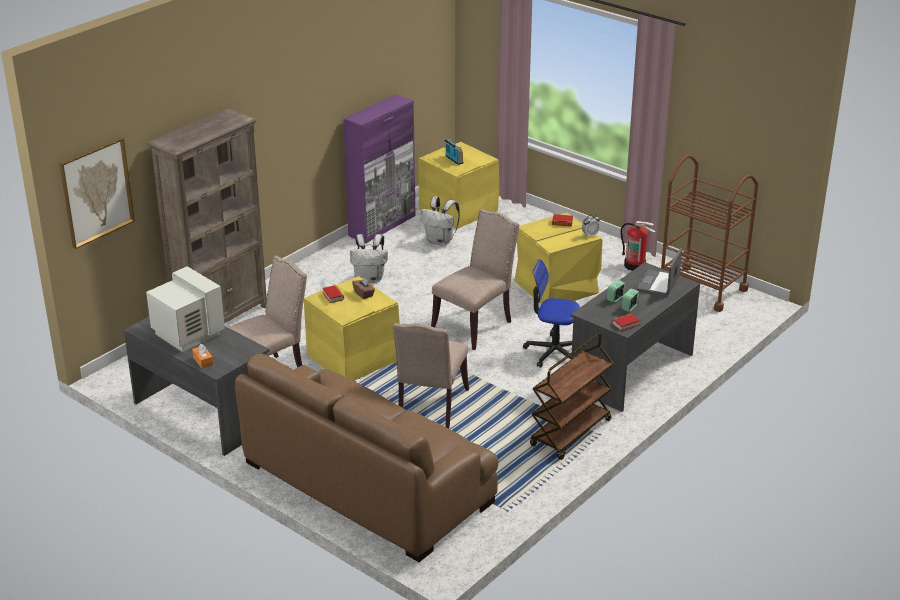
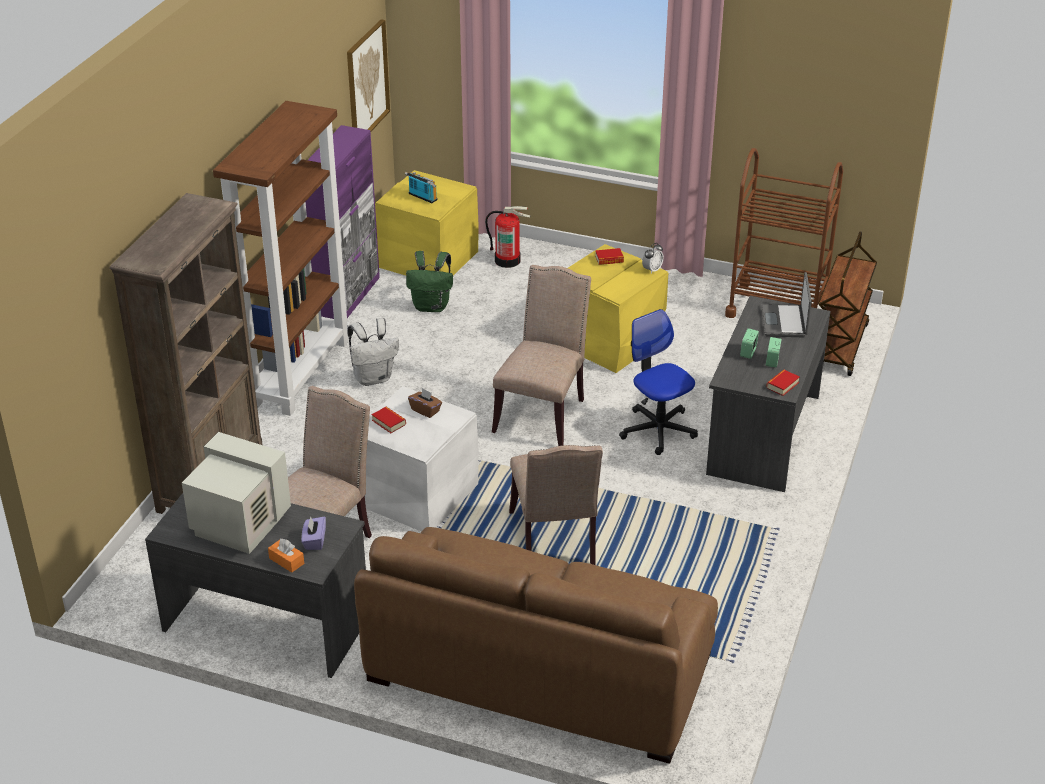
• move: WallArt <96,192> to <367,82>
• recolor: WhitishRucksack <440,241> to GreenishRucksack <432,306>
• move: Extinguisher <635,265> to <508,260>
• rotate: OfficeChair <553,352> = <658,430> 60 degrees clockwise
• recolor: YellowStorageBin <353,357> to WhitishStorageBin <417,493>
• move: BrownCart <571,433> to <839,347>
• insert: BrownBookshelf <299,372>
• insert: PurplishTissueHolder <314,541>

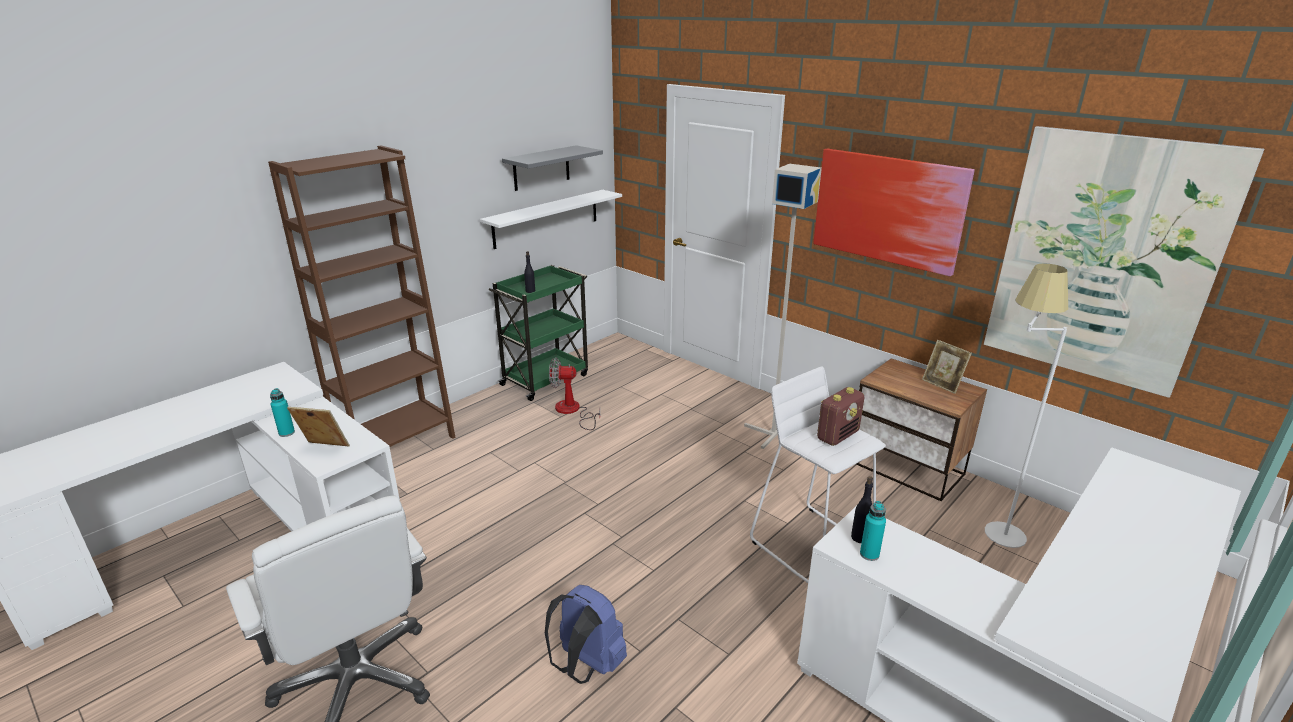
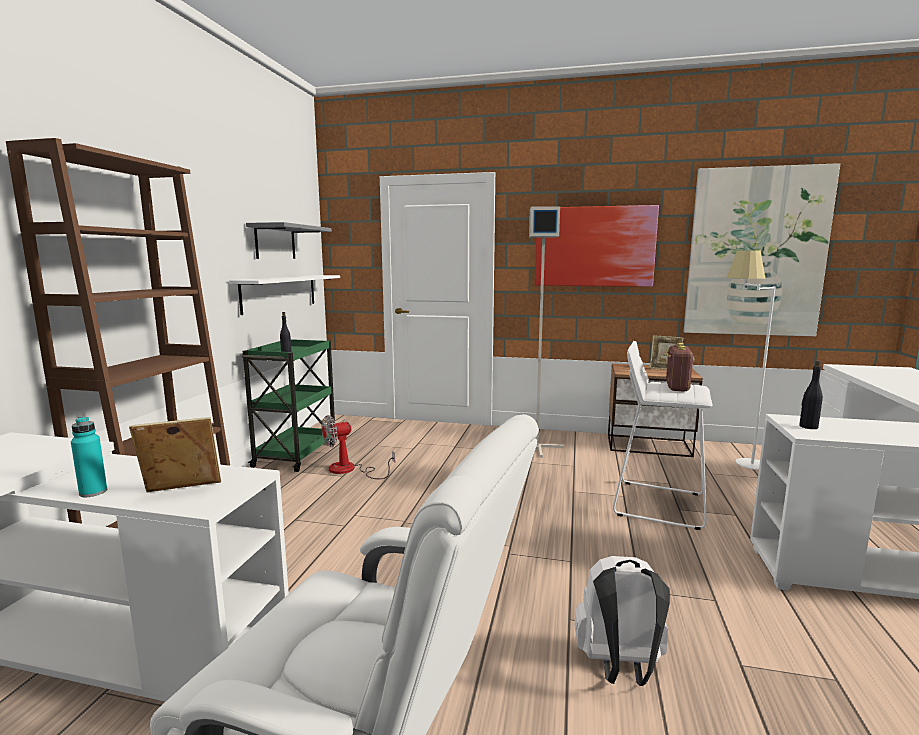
• delete: TurquoiseColouredBottle <869,554>
• recolor: BlueRucksack <586,665> to WhitishRucksack <619,667>

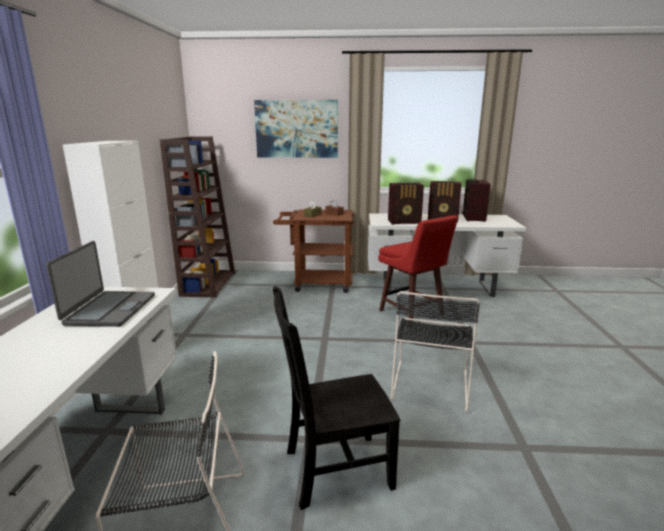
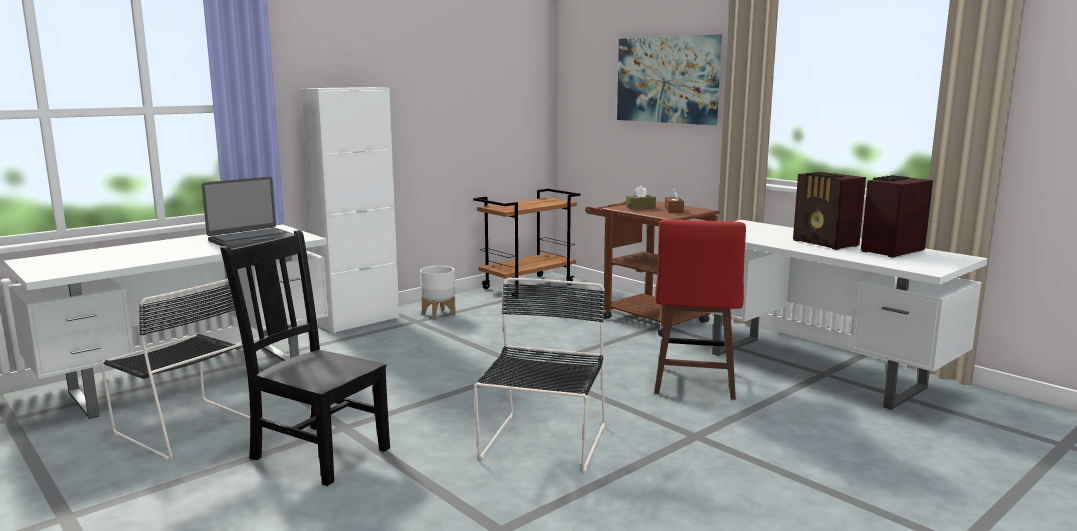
• replace: BrownBookshelf <208,283> to BrownCart <528,286>
• delete: Radio <405,222>
• rotate: BlackChair <430,383> = <543,444> 135 degrees clockwise
• insert: WhitishPlanter <439,314>

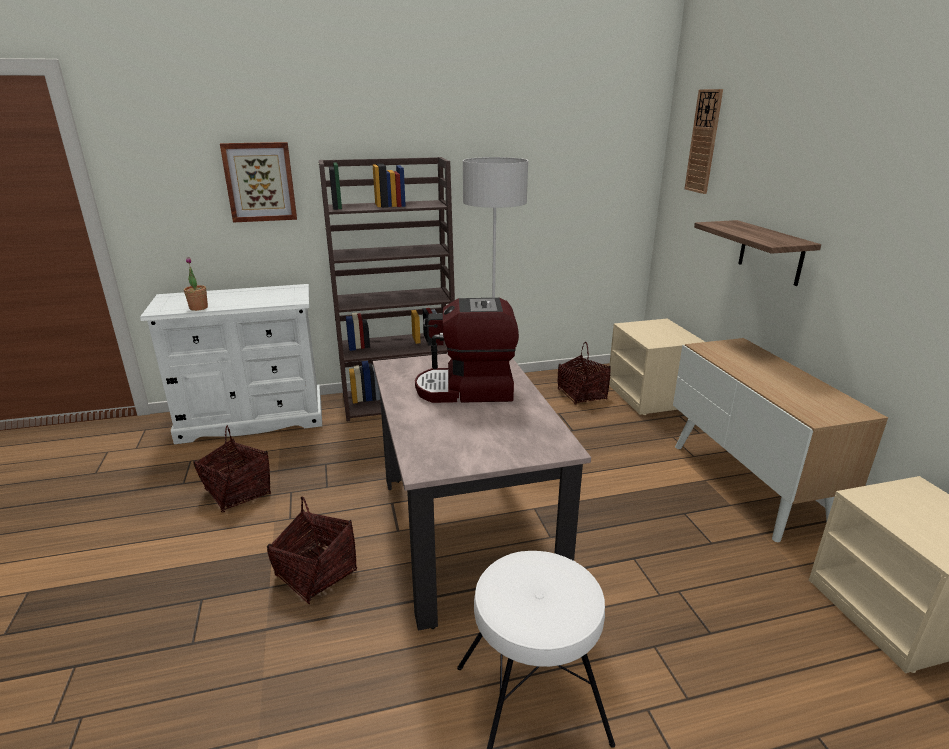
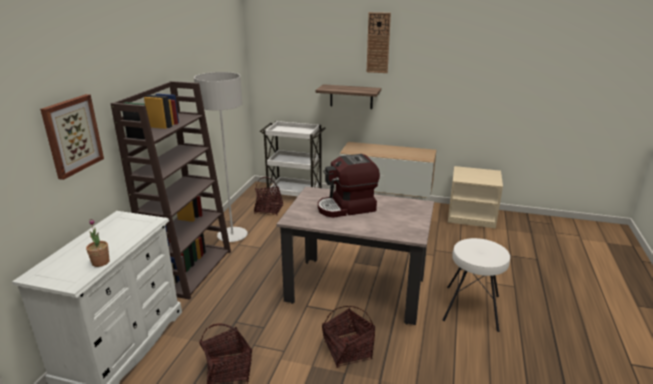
• move: HangingClock <704,142> to <378,43>
• rotate: CoffeeMachine <467,390> = <347,208> 45 degrees clockwise
• replace: BeigeColouredBedsideTable <650,396> to WhitishCart <295,194>

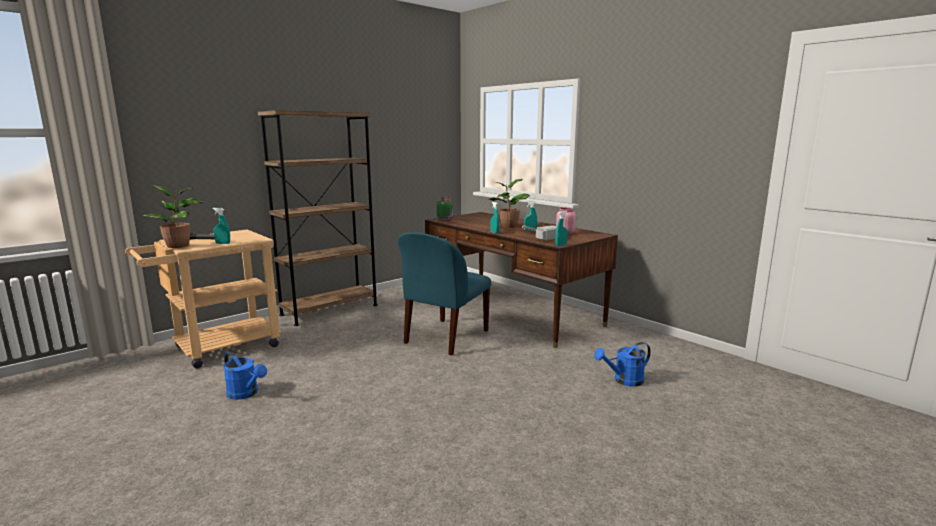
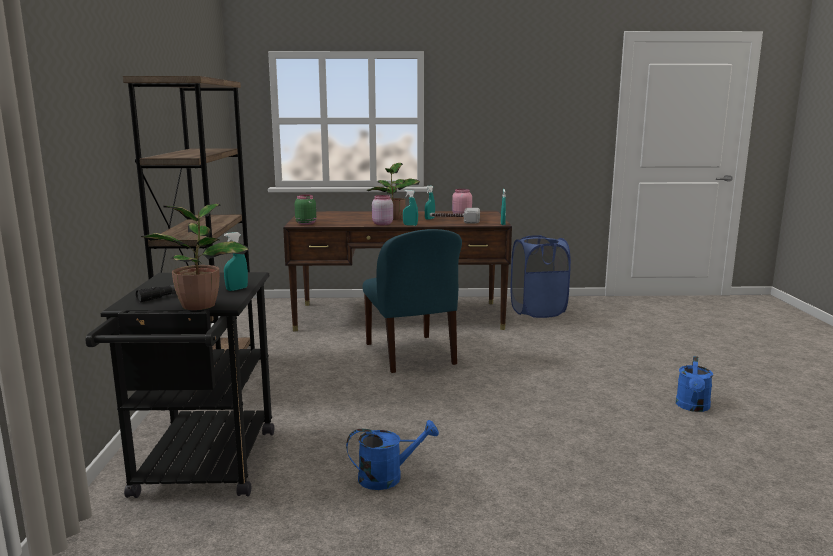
• recolor: BeigeColouredCart <218,349> to BlackCart <203,470>
• move: BlueSprinklingCan <624,381> to <693,407>
• insert: PinkishStorageJar <382,224>
• insert: BlueLaundryBasket <538,311>

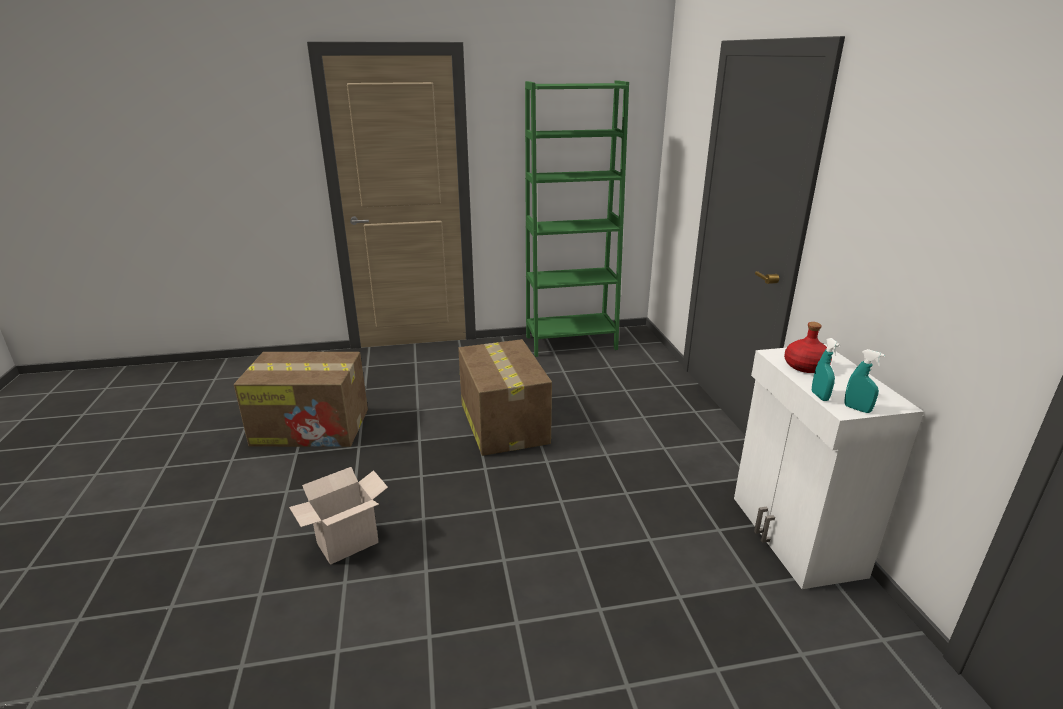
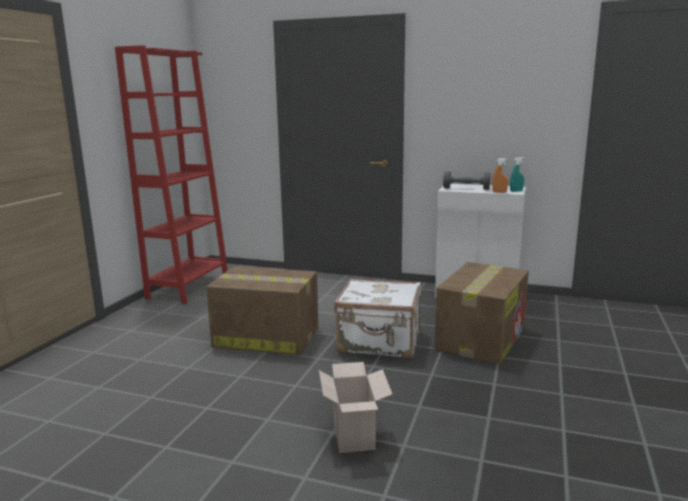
• recolor: GreenishBookshelf <571,343> to RedColouredBookshelf <188,288>
• replace: RedColouredBottle <805,366> to GreyishFreeWeight <466,189>
• recolor: TurquoiseColouredSprayBottle <819,396> to OrangeySprayBottle <499,192>
• move: PackingBox <312,427> to <481,338>
• insert: WhitishSuitcase <380,343>

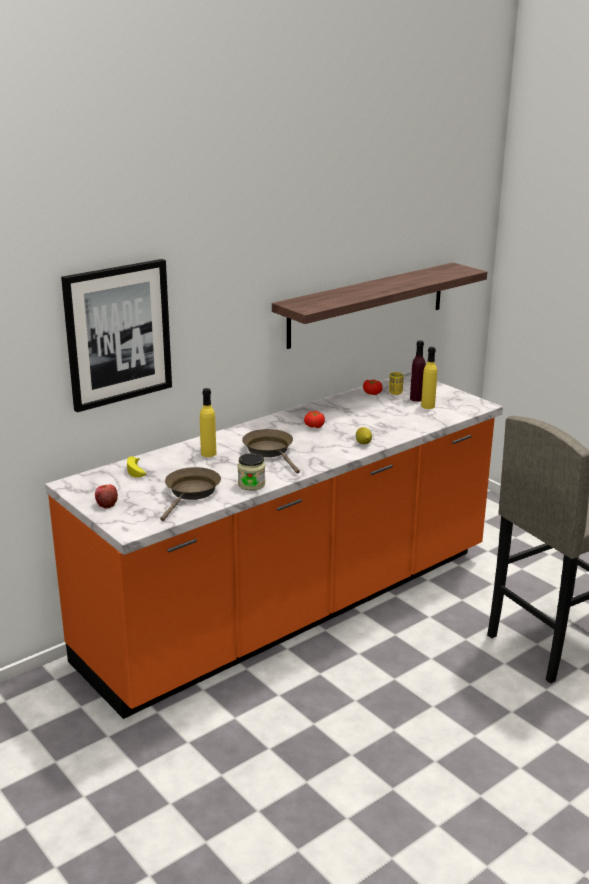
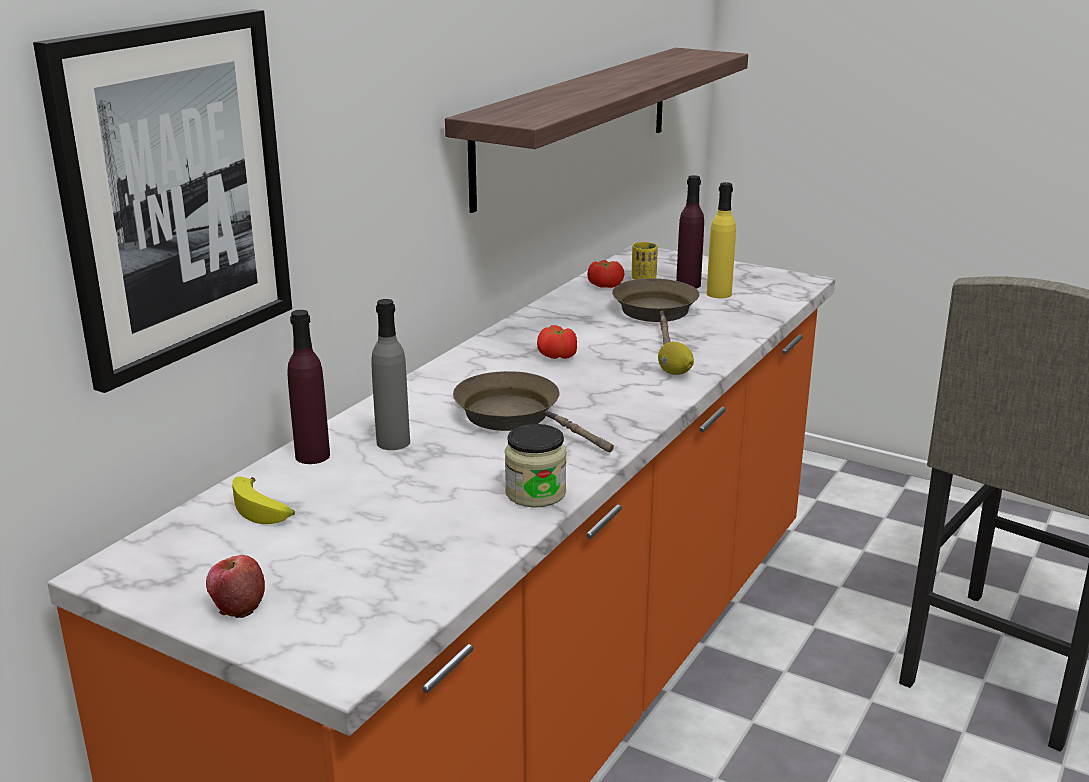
• recolor: YellowBottle <208,453> to GreyishBottle <393,442>
• move: BrownSkillet <191,493> to <656,314>
• insert: PurplishBottle <312,456>

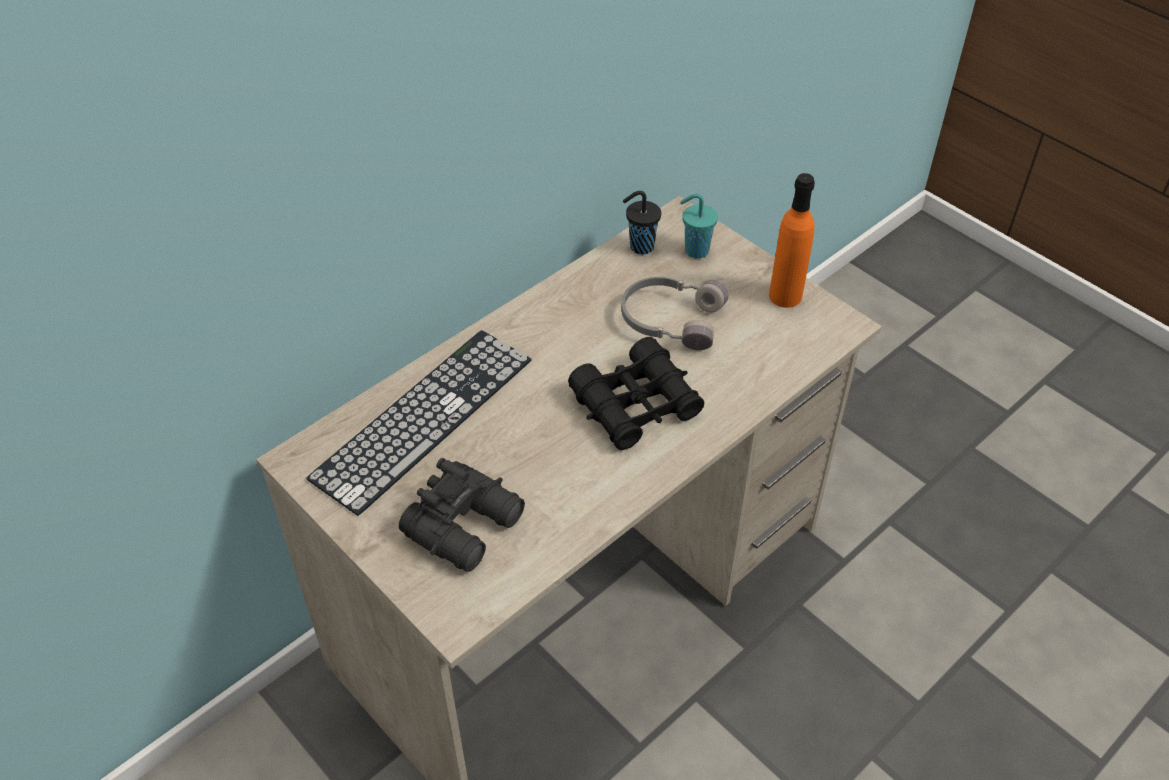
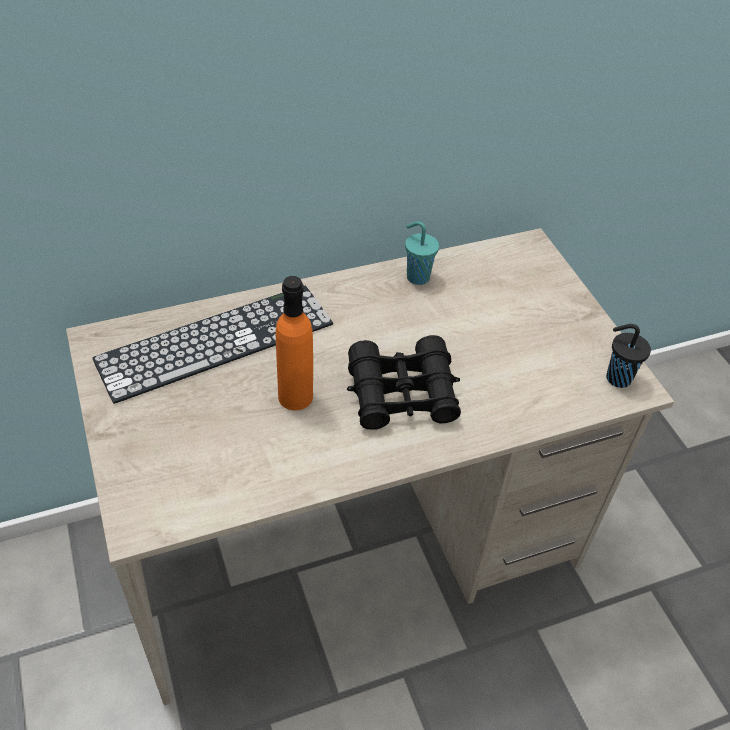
• move: OrangeyBottle <785,296> to <295,397>
• move: BlackSmallCup <640,247> to <616,378>
• move: TurquoiseColouredSmallCup <695,250> to <416,277>
• delete: GreyishPairOfHeadphones <670,319>
• delete: BlackBinoculars <467,525>

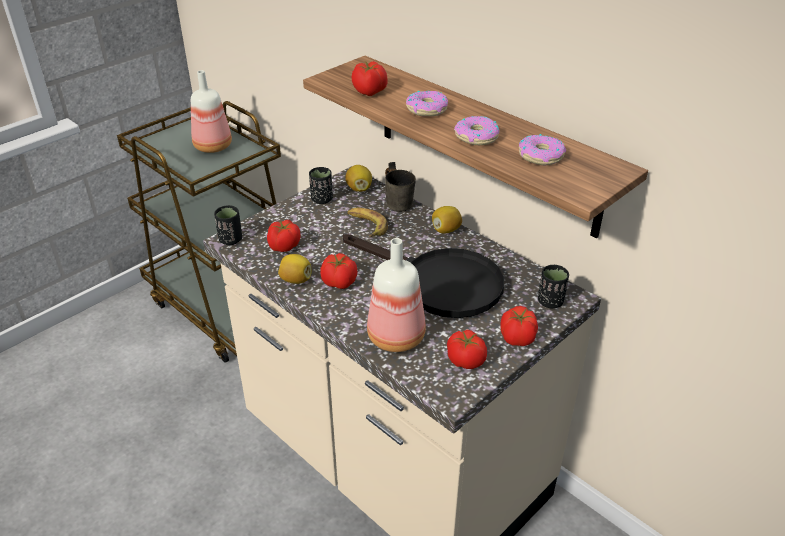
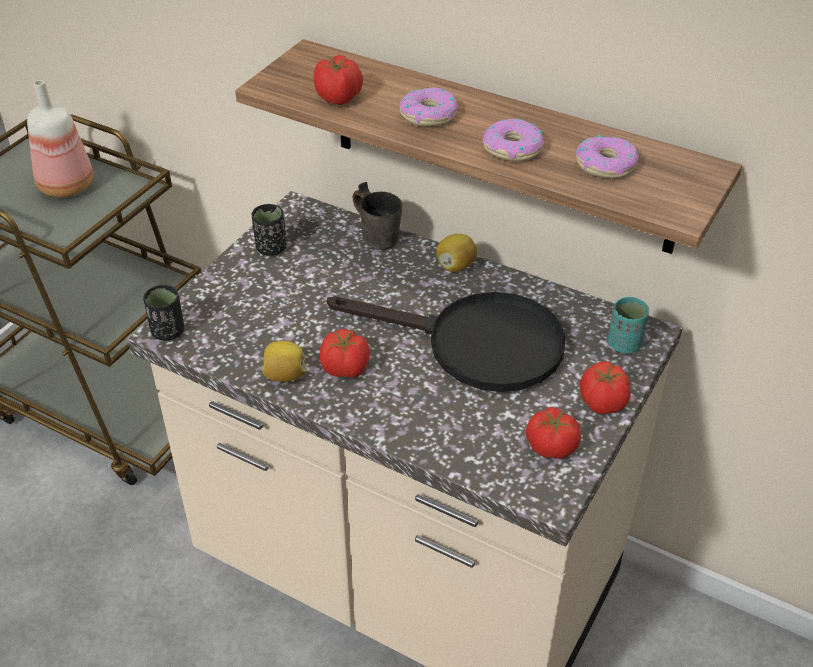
• delete: CitrusFruit <359,188>
• delete: WholeBanana <366,225>
• delete: FreshTomato <284,247>
• delete: Bottle <397,338>
• recolor: BlackSmallCup <550,302> to TurquoiseColouredSmallCup <624,344>

